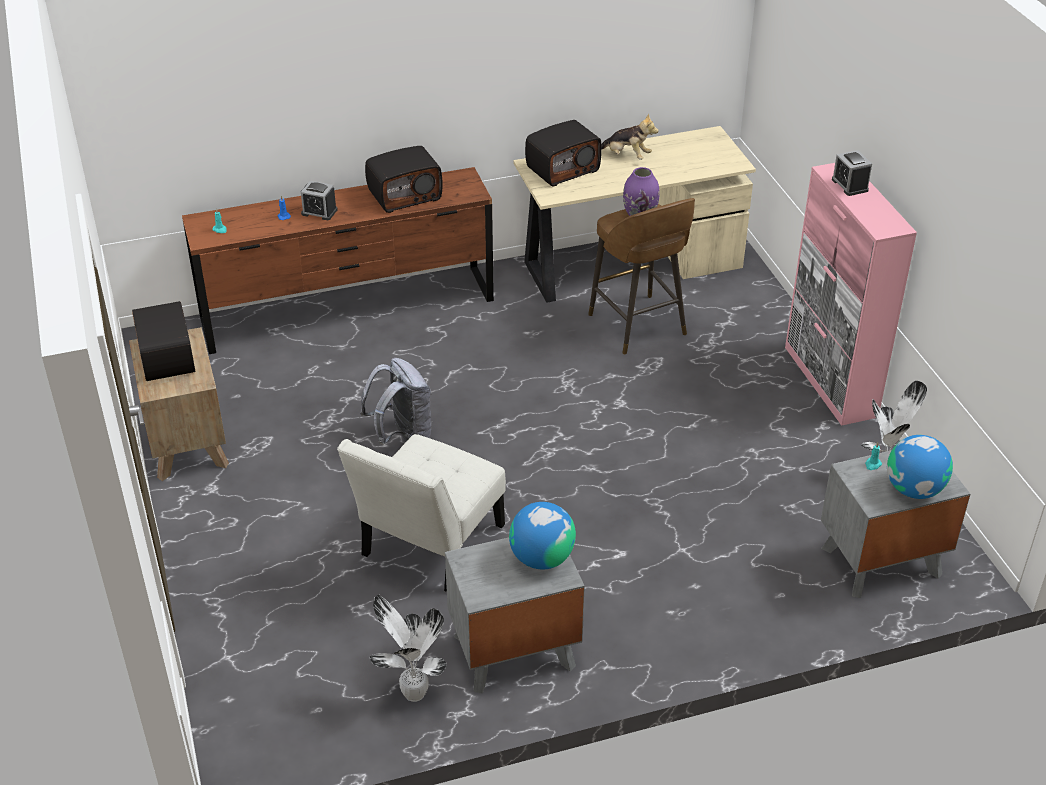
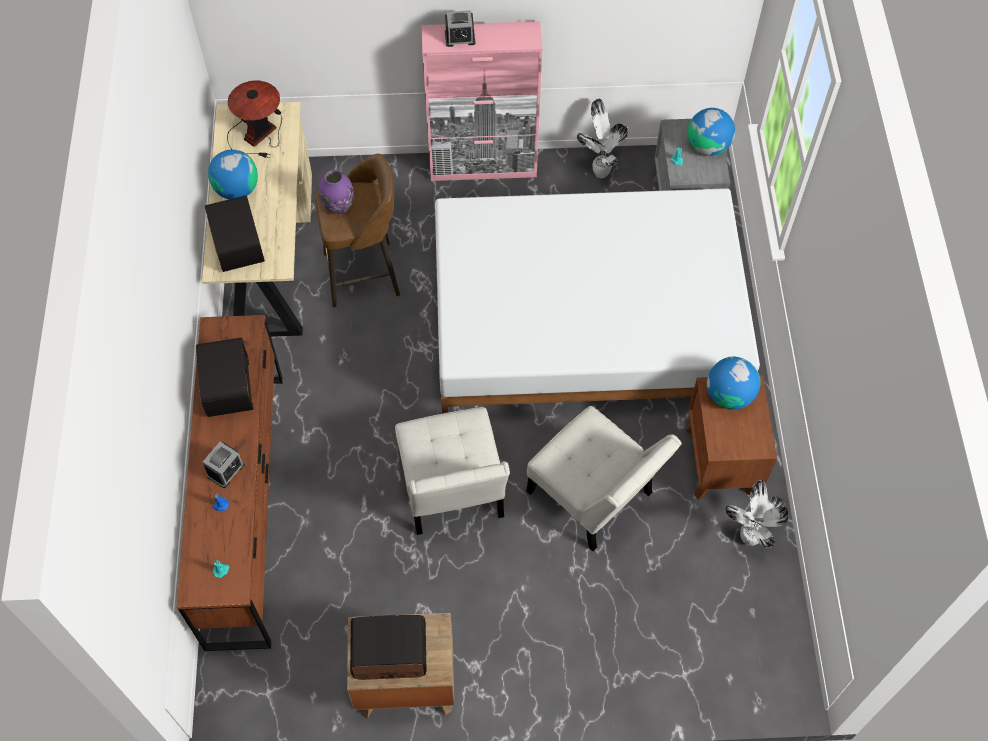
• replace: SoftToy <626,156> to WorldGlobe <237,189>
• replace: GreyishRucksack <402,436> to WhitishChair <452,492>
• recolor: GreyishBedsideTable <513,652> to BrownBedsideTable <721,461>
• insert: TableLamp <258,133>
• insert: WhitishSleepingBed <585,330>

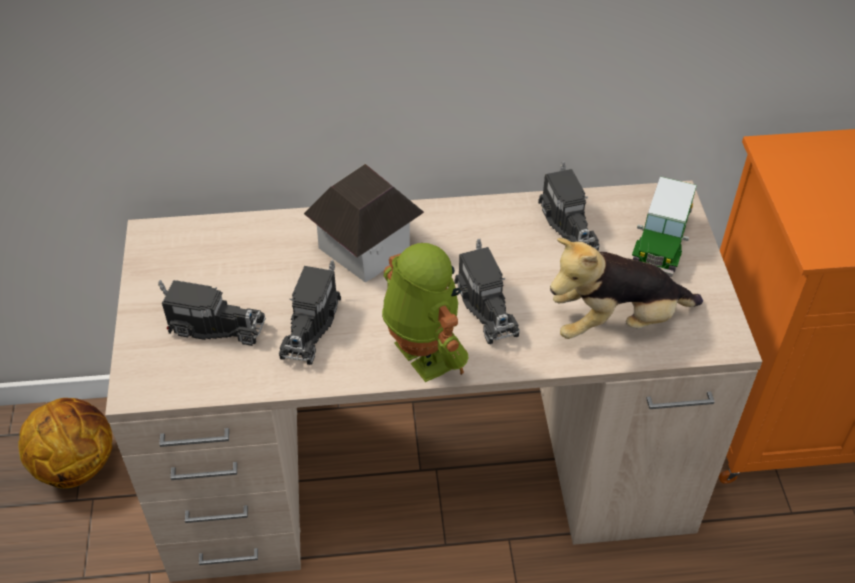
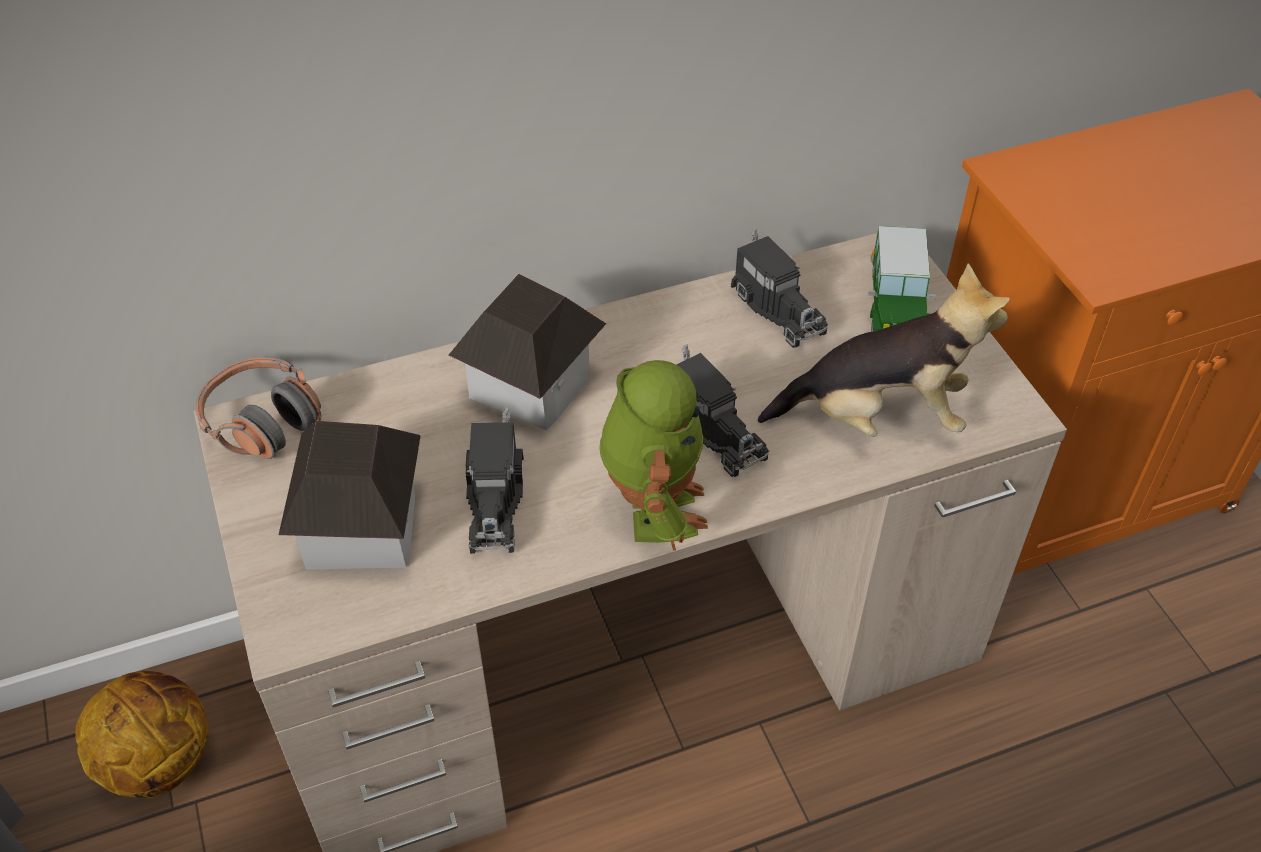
• rotate: SoftToy <616,322> = <879,417> 150 degrees counterclockwise
• rotate: ToyRobot <421,355> = <653,508> 45 degrees clockwise
• replace: ModelTruck <212,326> to MiniatureHouse <362,529>
• insert: PairOfHeadphones <263,421>

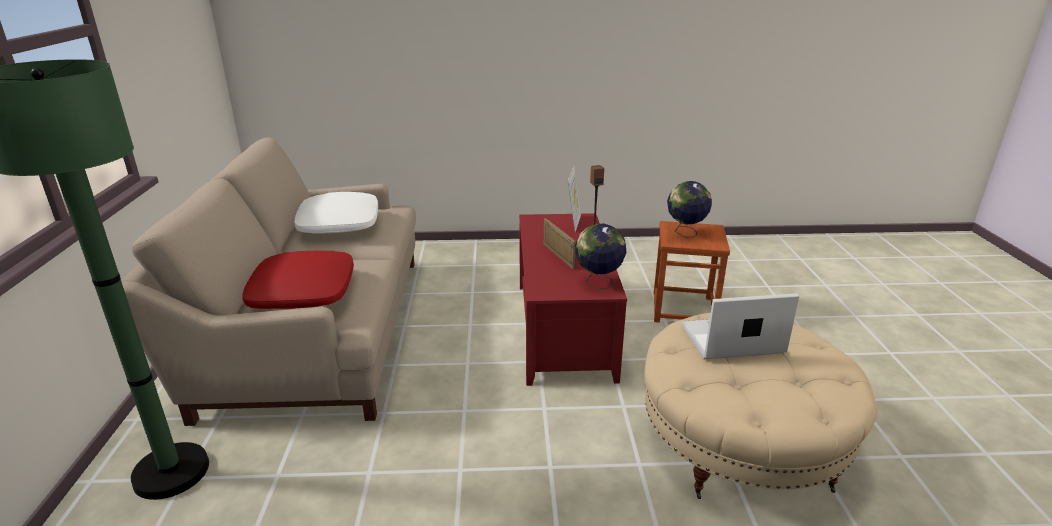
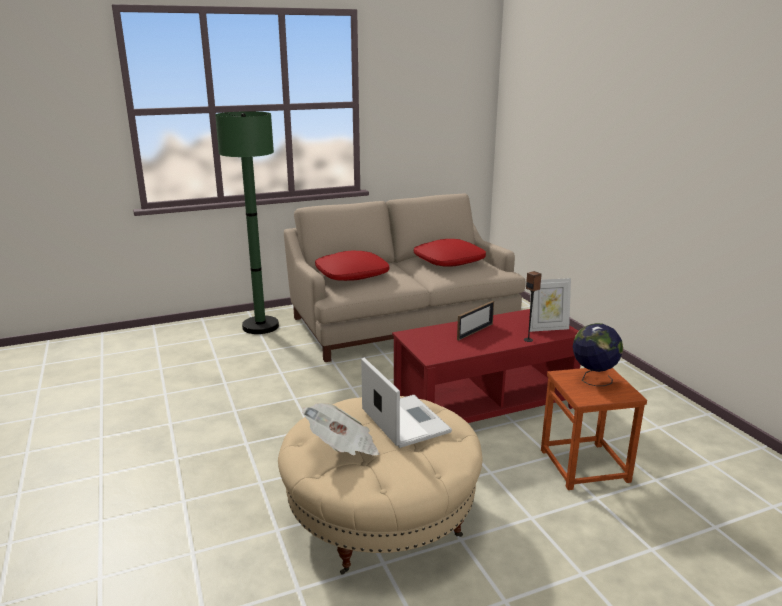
• recolor: WhitishCushion <338,224> to RedColouredCushion <449,261>
• delete: WorldGlobe <598,283>
• insert: PrintedPaper <343,447>

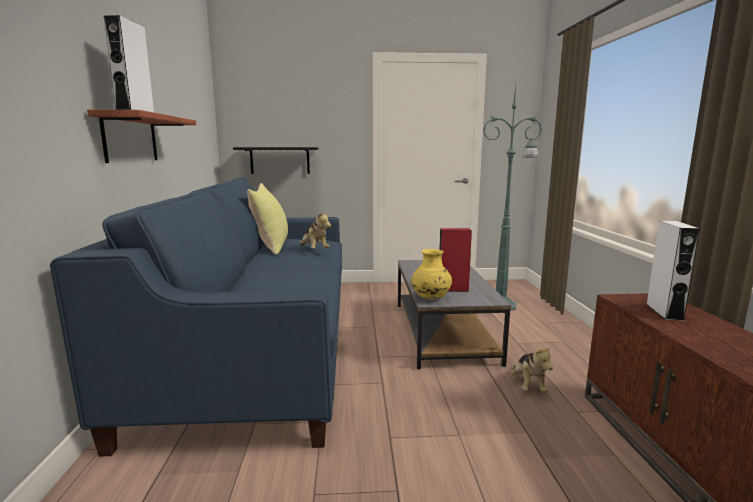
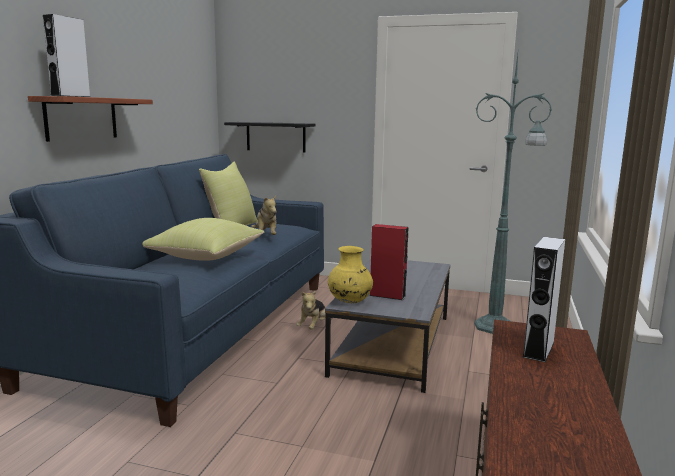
• move: SoftToy <528,385> to <313,326>
• insert: YellowCushion <205,257>

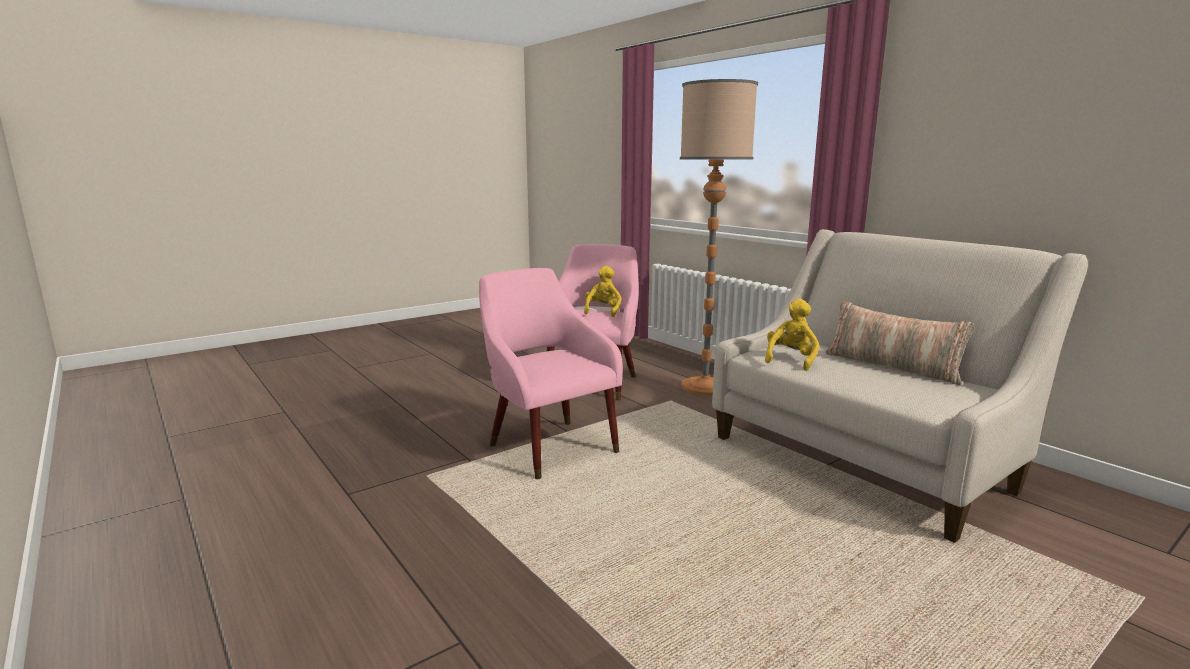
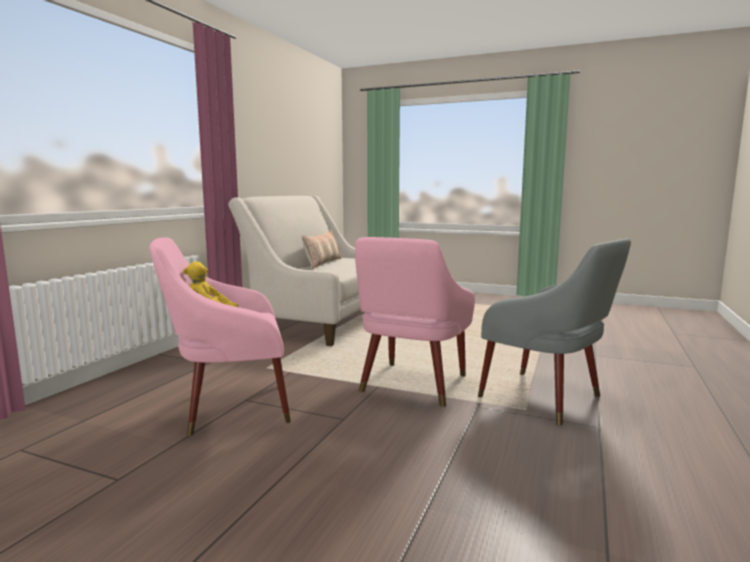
• delete: StandardLamp <705,386>
• delete: YellowSoftToy <791,360>
• insert: GreyishEasyChair <547,399>

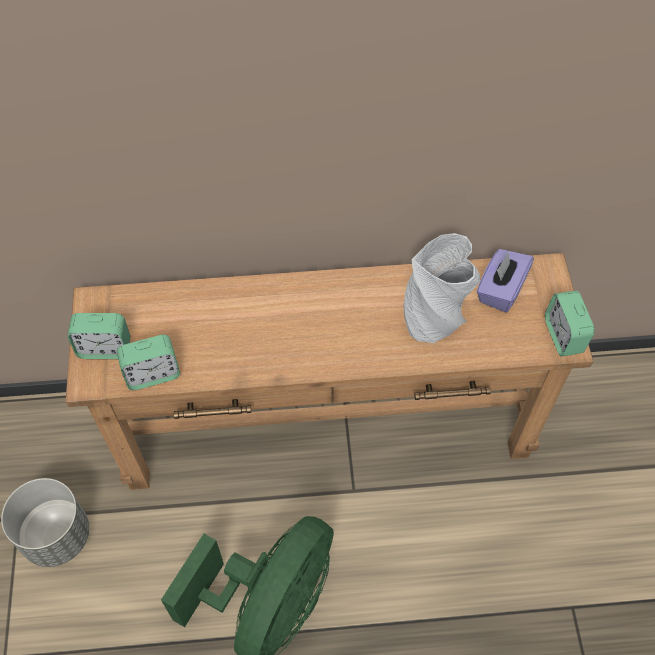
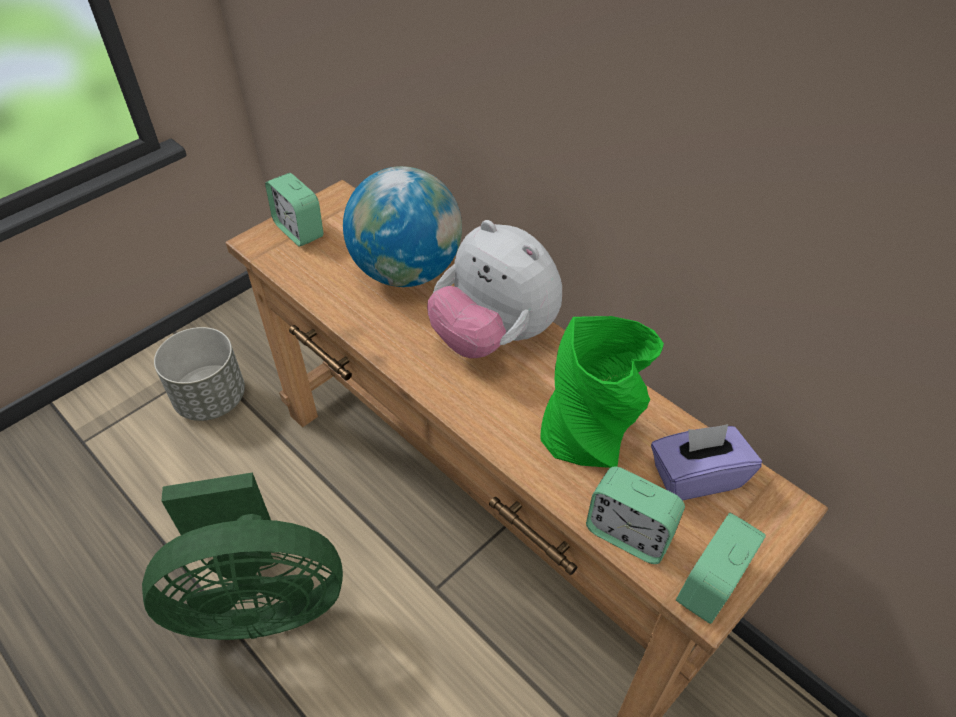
• recolor: GreyishDecorativeVase <434,315> to GreenishDecorativeVase <590,436>
• move: BedsideClock <152,374> to <628,534>
• insert: WorldGlobe <407,271>
• insert: SoftToy <494,336>

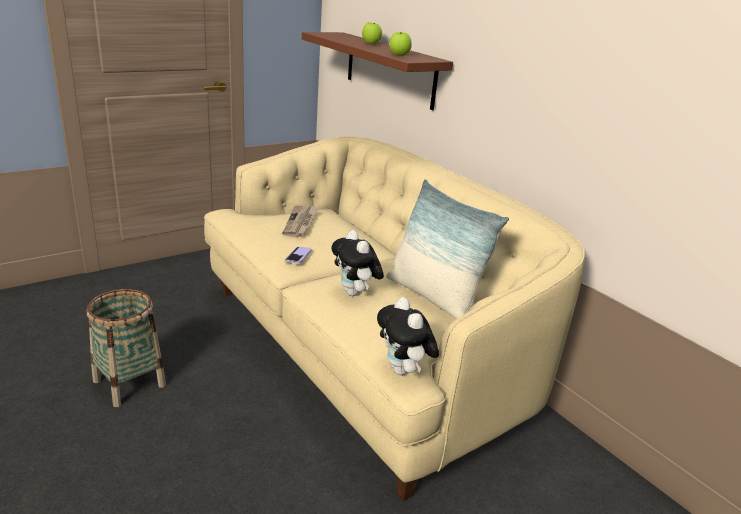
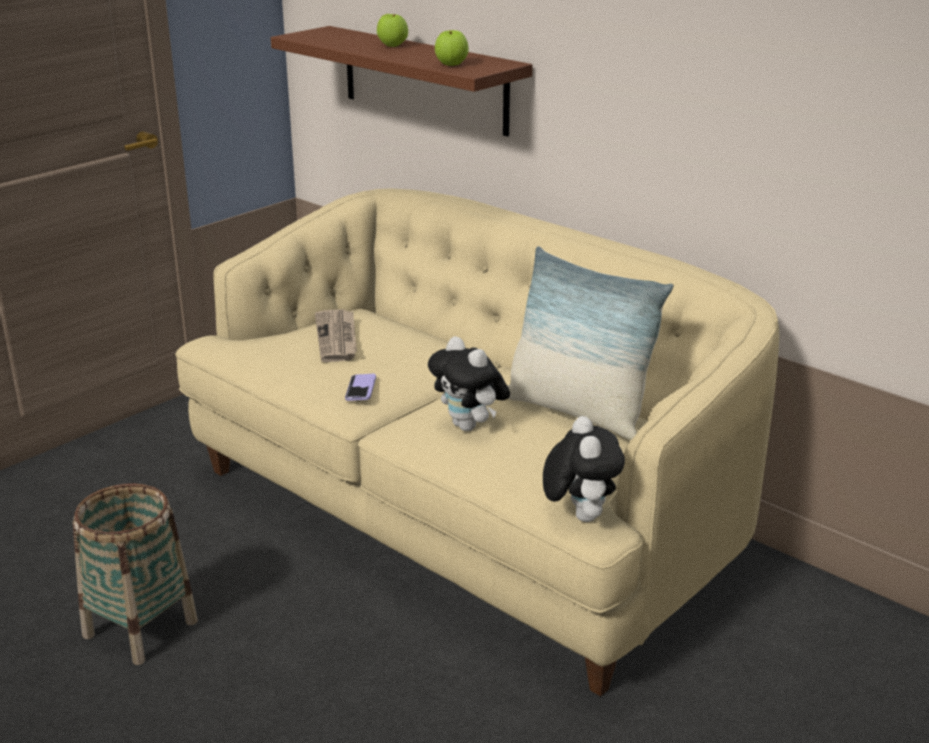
• rotate: SoftToy <403,371> = <579,515> 150 degrees counterclockwise

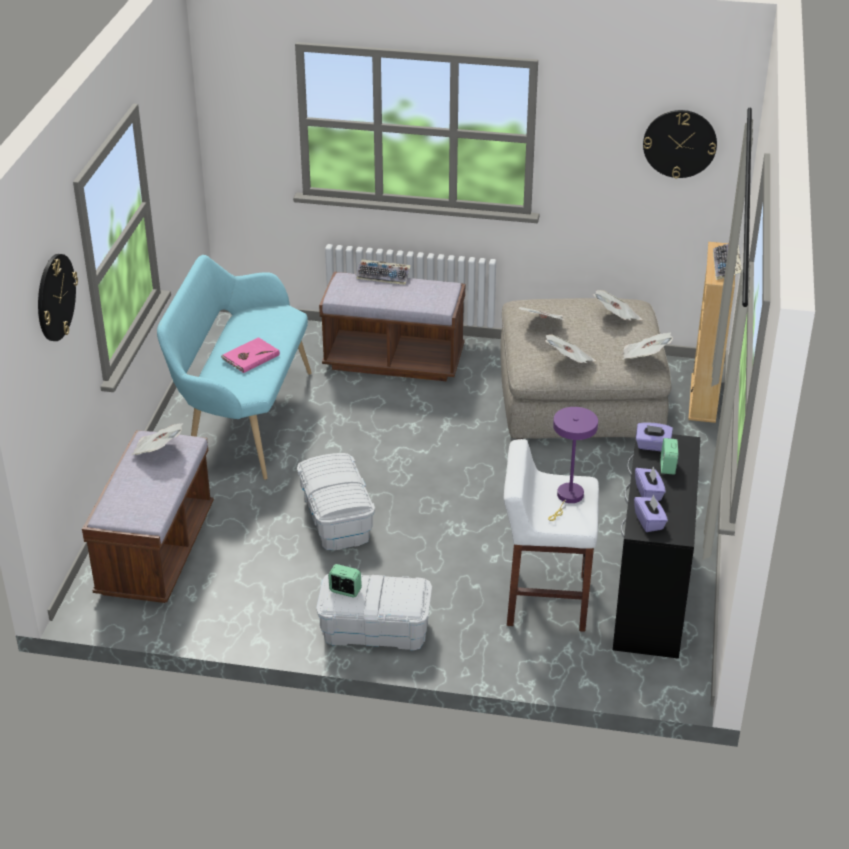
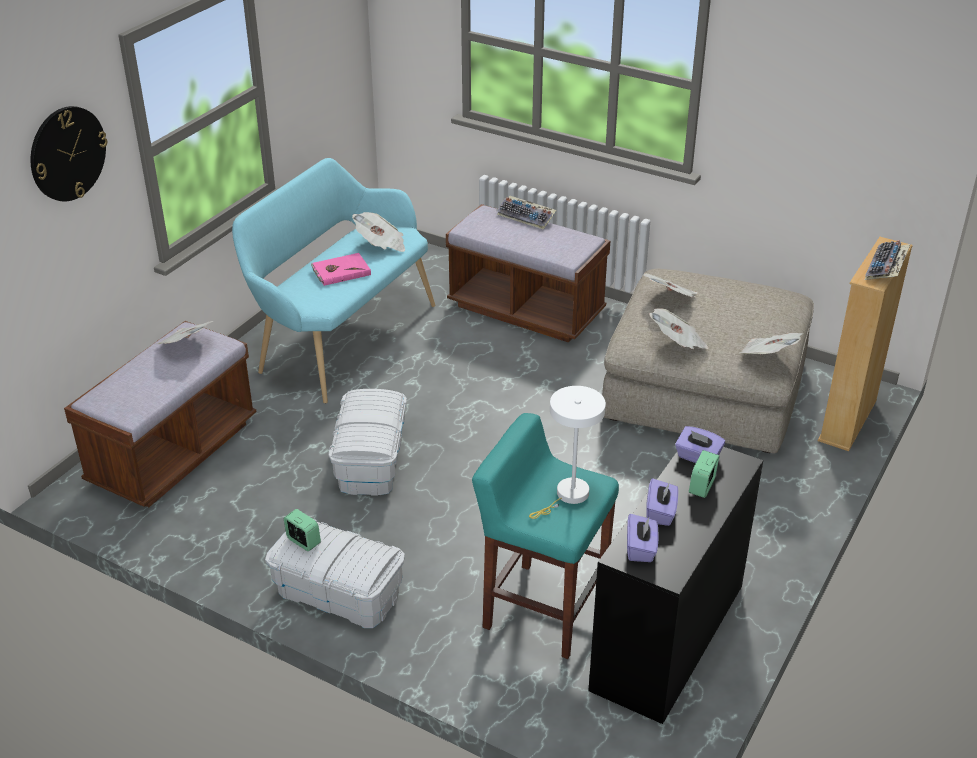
• delete: HangingClock <679,143>
• move: PrintedPaper <616,317> to <381,245>
• recolor: PurplishTableLamp <568,498> to WhitishTableLamp <568,496>
• recolor: WhitishStoolSeat <545,600> to TurquoiseColouredStoolSeat <543,609>

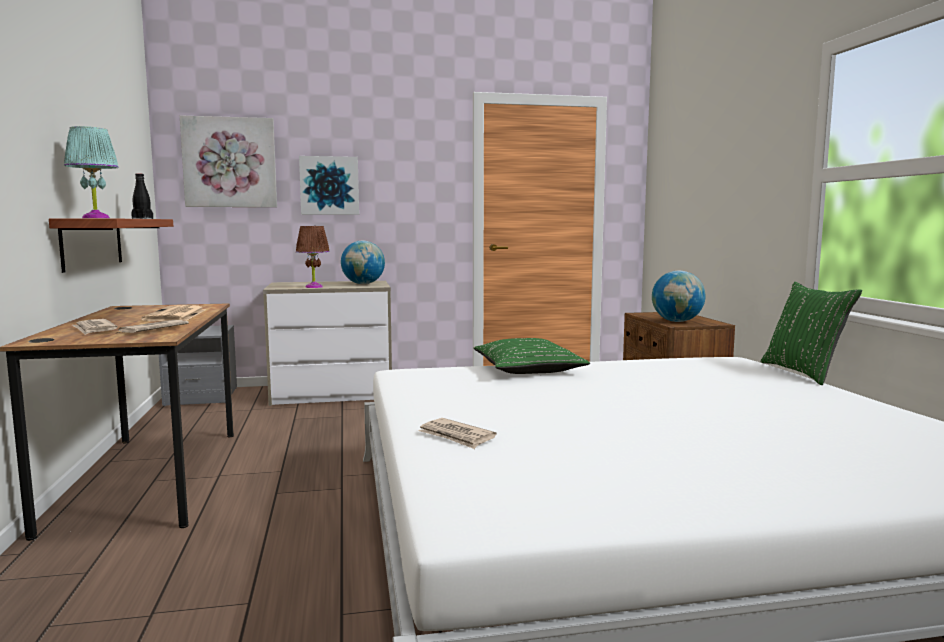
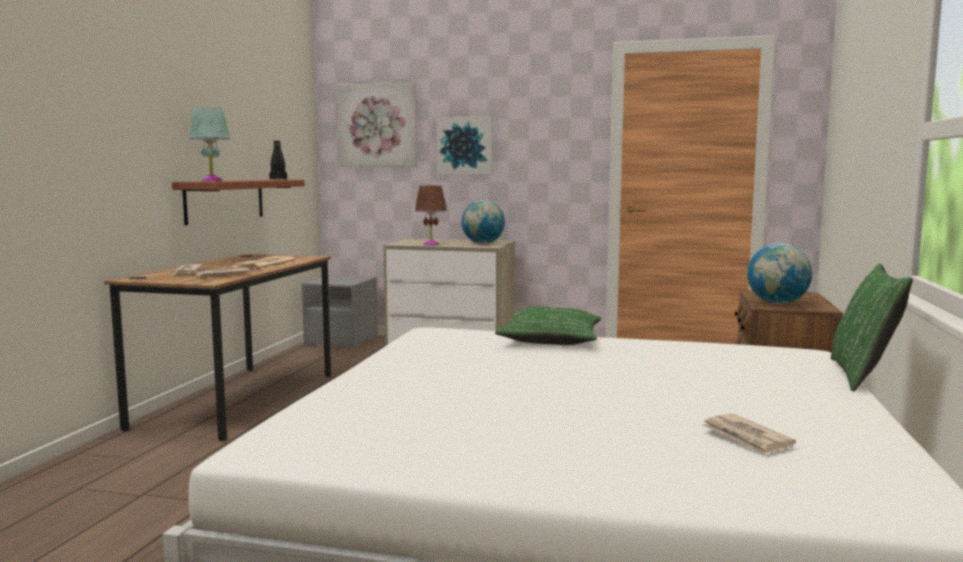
• move: PrintedPaper <456,436> to <746,438>

